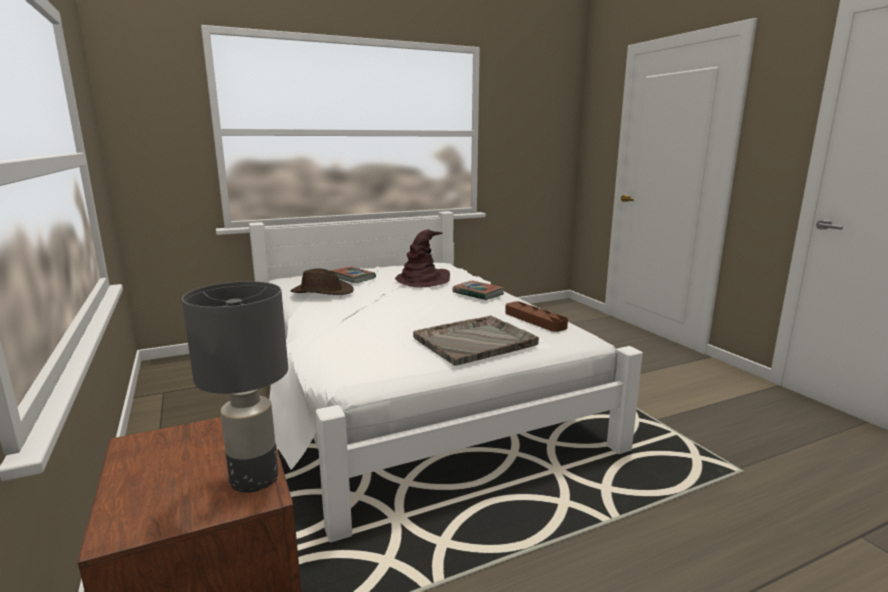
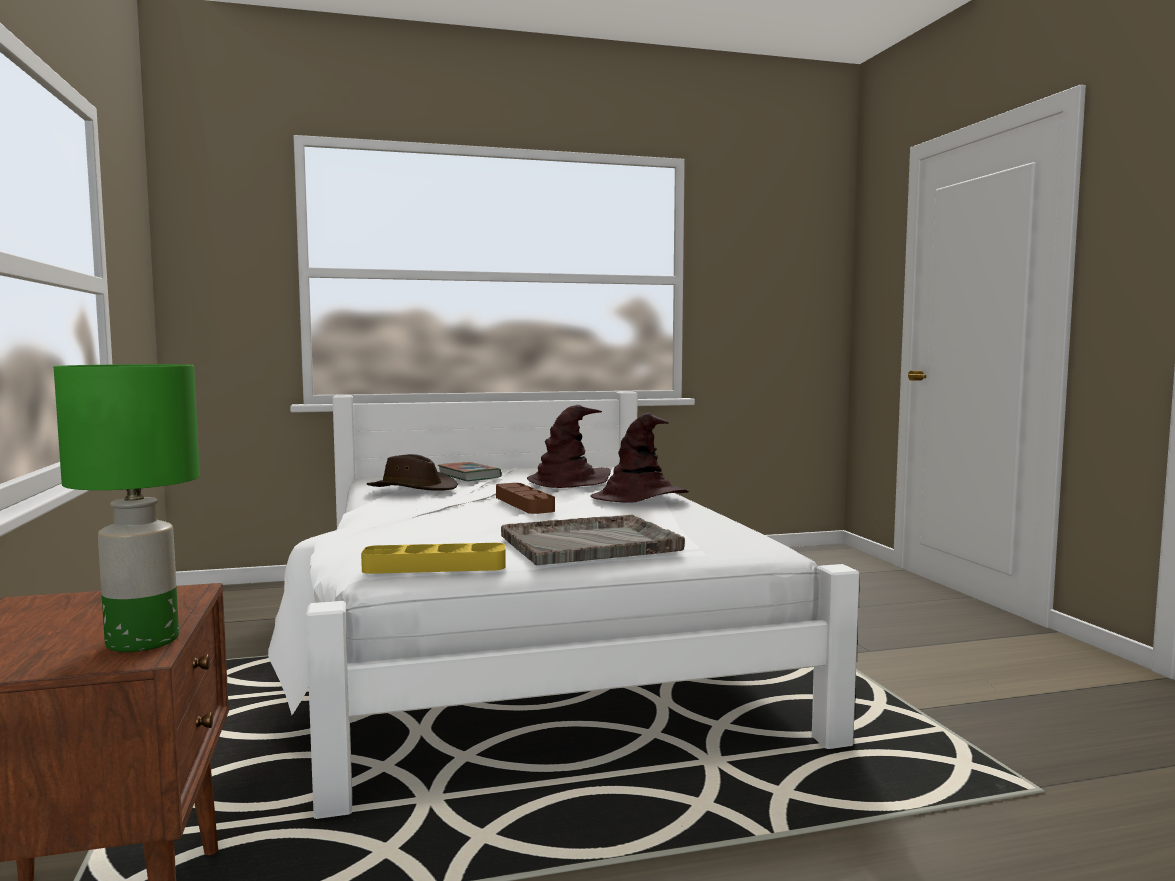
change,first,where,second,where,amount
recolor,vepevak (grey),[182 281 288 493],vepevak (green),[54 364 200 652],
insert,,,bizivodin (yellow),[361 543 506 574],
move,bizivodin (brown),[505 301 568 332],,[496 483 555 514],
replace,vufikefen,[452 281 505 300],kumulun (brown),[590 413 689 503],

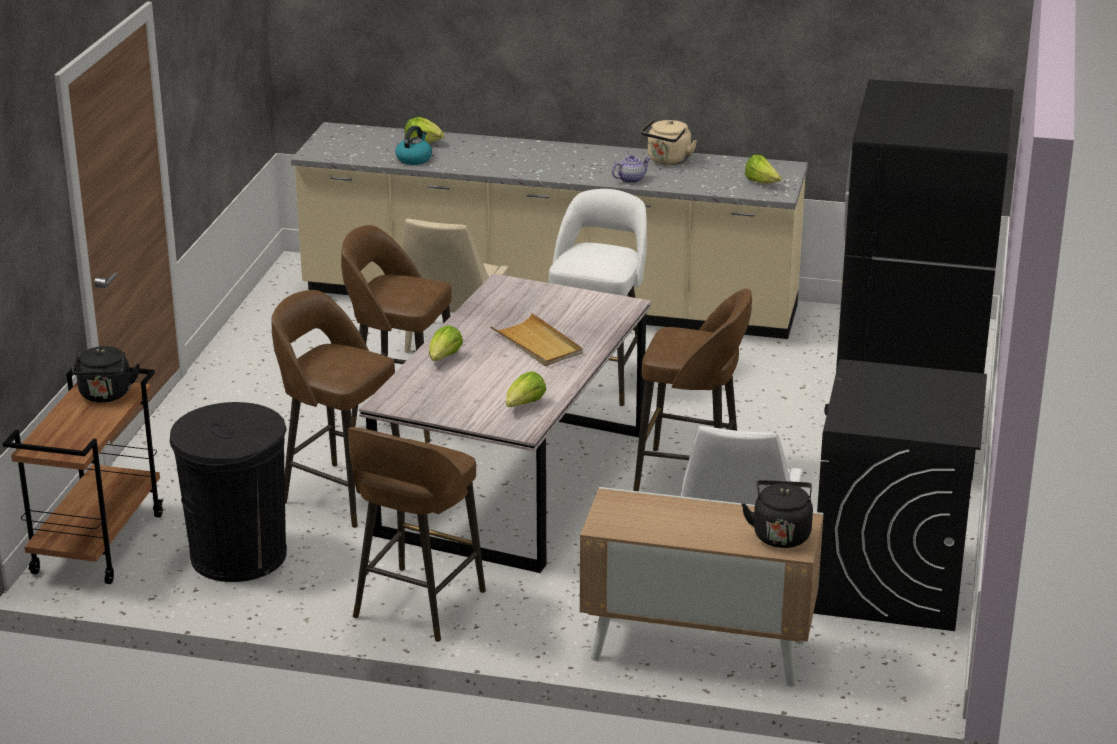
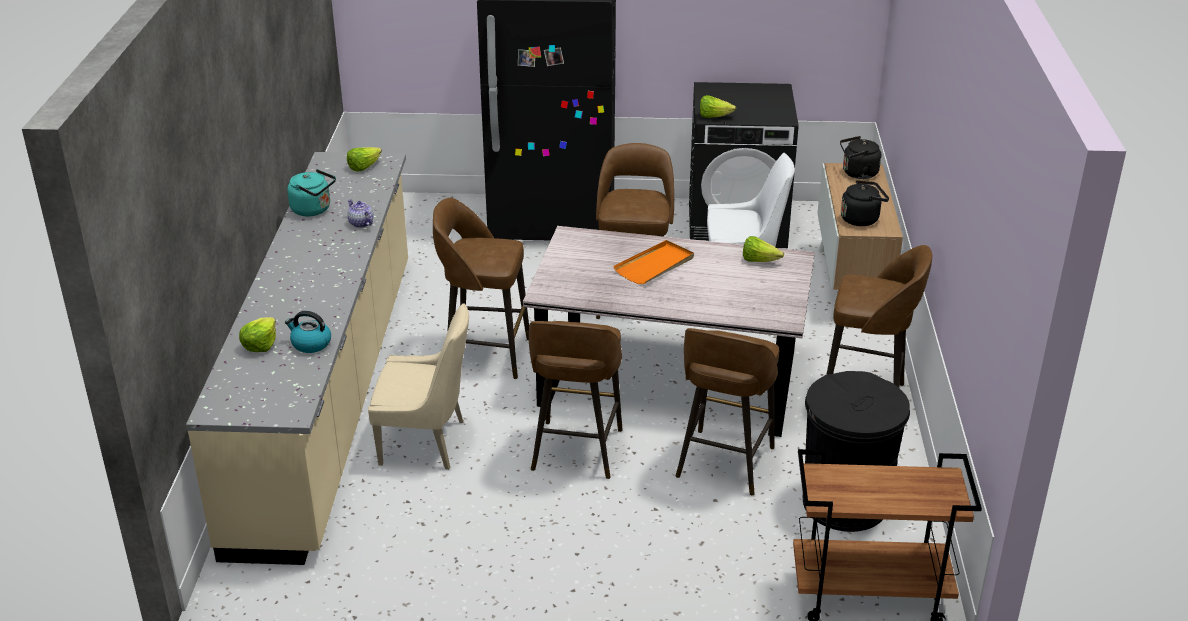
change,first,where,second,where,amount
recolor,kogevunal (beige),[641 119 697 165],kogevunal (turquoise),[287 169 336 216],
recolor,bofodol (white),[549 189 647 406],bofodol (brown),[433 198 529 379],
recolor,bizivodin (beige),[490 313 583 366],bizivodin (orange),[614 240 694 284],
move,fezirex,[429 325 463 361],,[700 95 736 118],
move,kogevunal (black),[72 346 140 402],,[841 180 889 226],

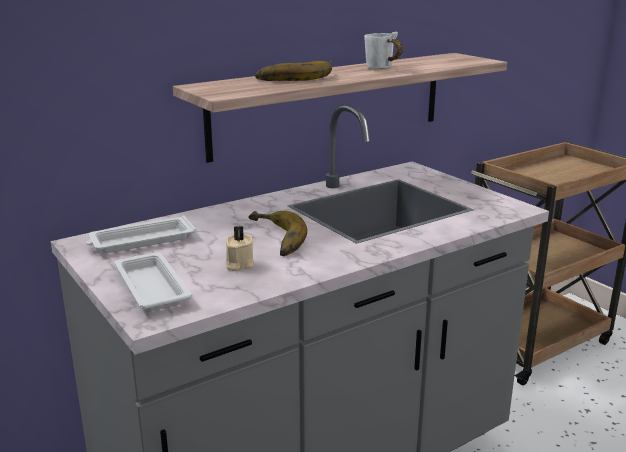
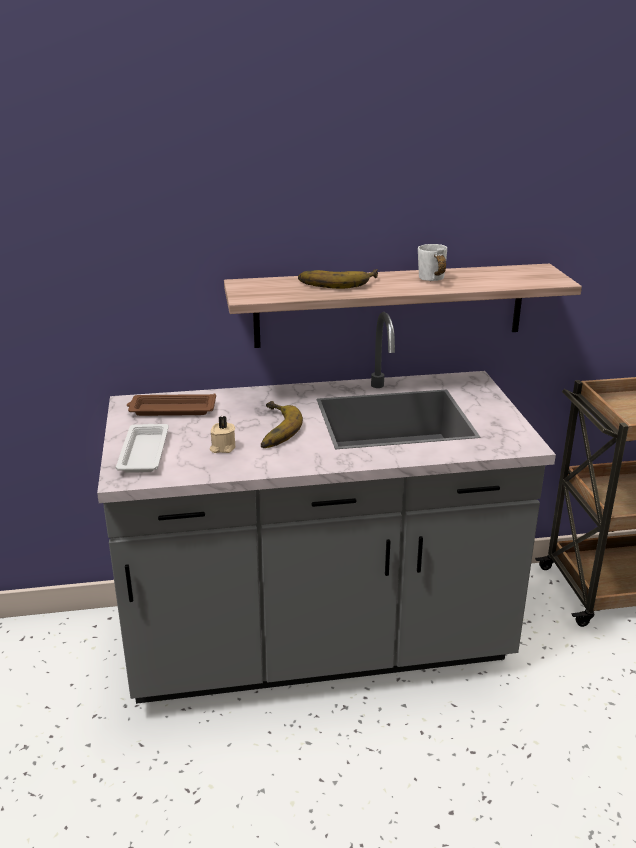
change,first,where,second,where,amount
recolor,bizivodin (white),[86 216 196 253],bizivodin (brown),[127 393 216 416],

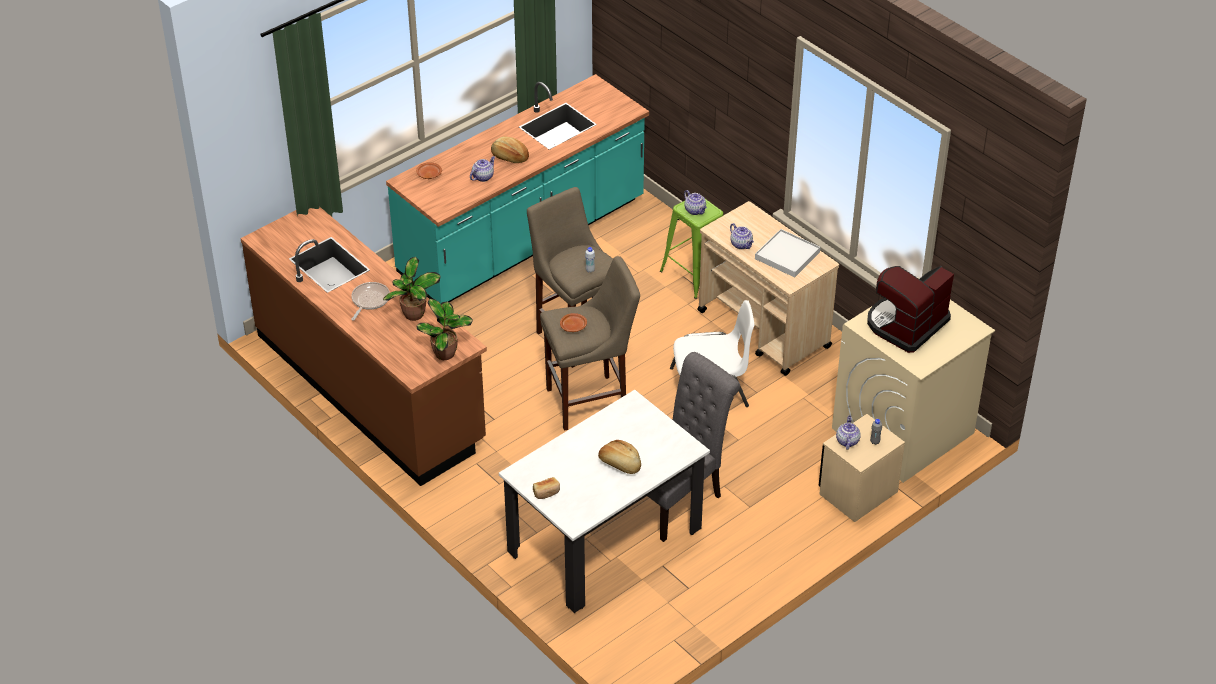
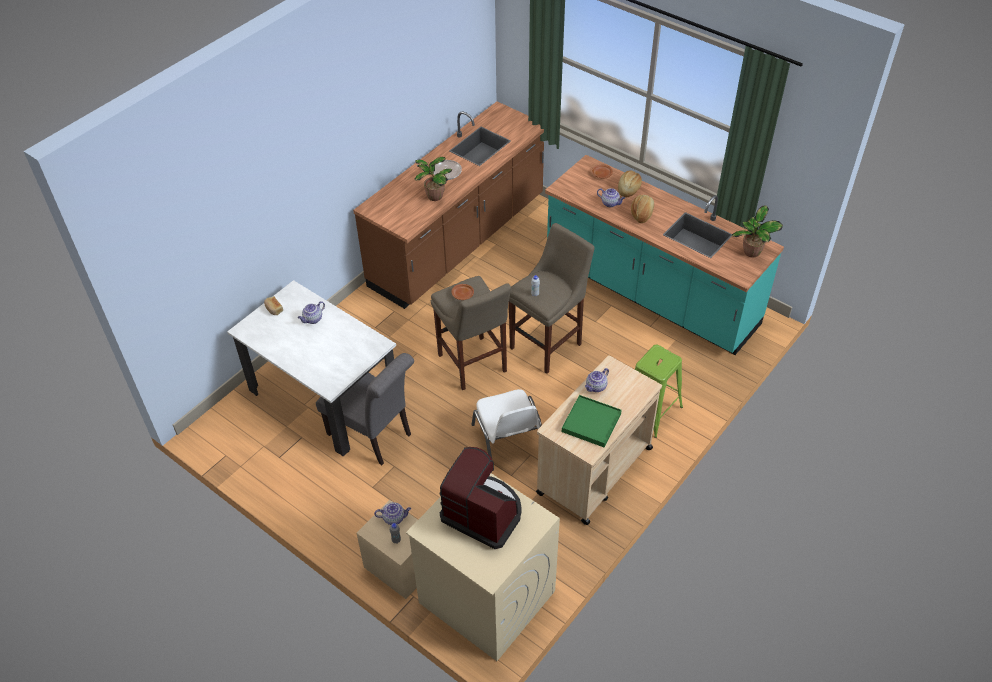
change,first,where,second,where,amount
move,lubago,[684 190 707 215],,[298 301 325 324],
recolor,bizivodin (white),[755 229 820 277],bizivodin (green),[562 395 622 448],
move,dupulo,[598 440 641 474],,[618 171 642 197],
move,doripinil,[416 299 473 360],,[732 206 783 258],

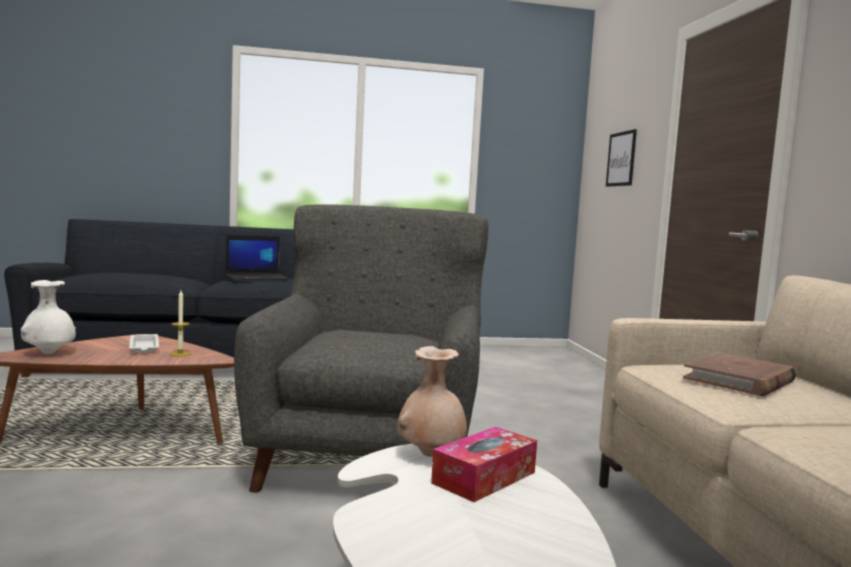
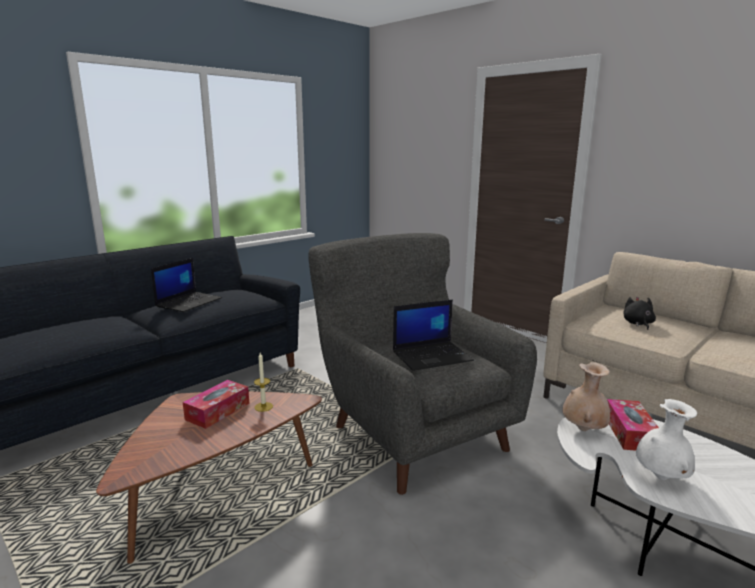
change,first,where,second,where,amount
replace,bizivodin (white),[129 334 159 353],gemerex,[183 380 249 429],
insert,,,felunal,[393 300 474 371],
replace,vufikefen (brown),[683 352 797 396],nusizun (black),[623 297 656 330],
move,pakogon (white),[21 280 76 354],,[636 399 697 480],
delete,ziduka,[606 129 637 187],,,

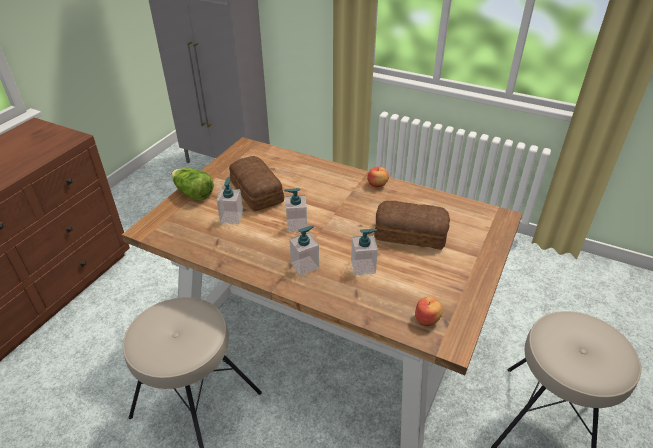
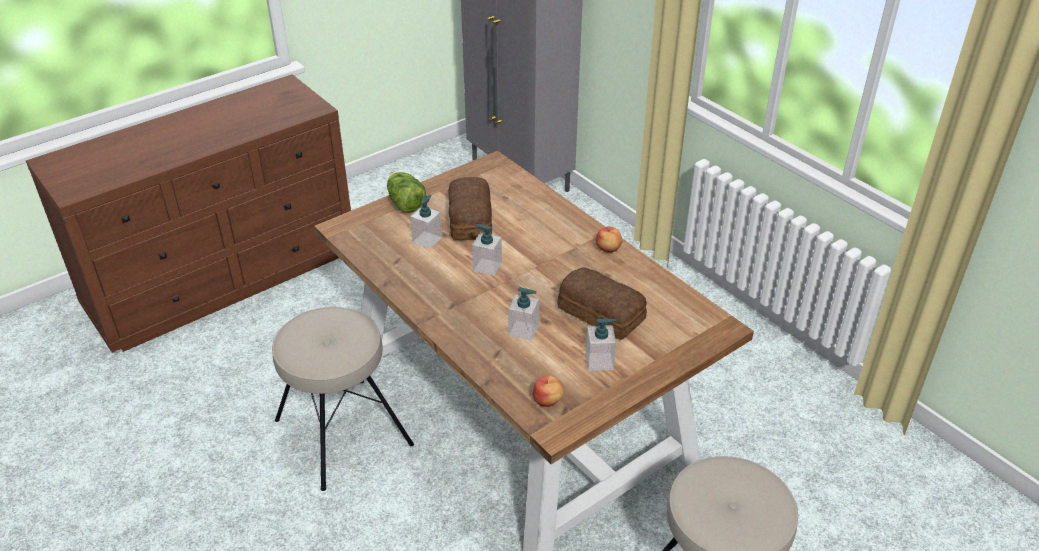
change,first,where,second,where,amount
move,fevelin,[289 225 319 276],,[586 319 616 371],

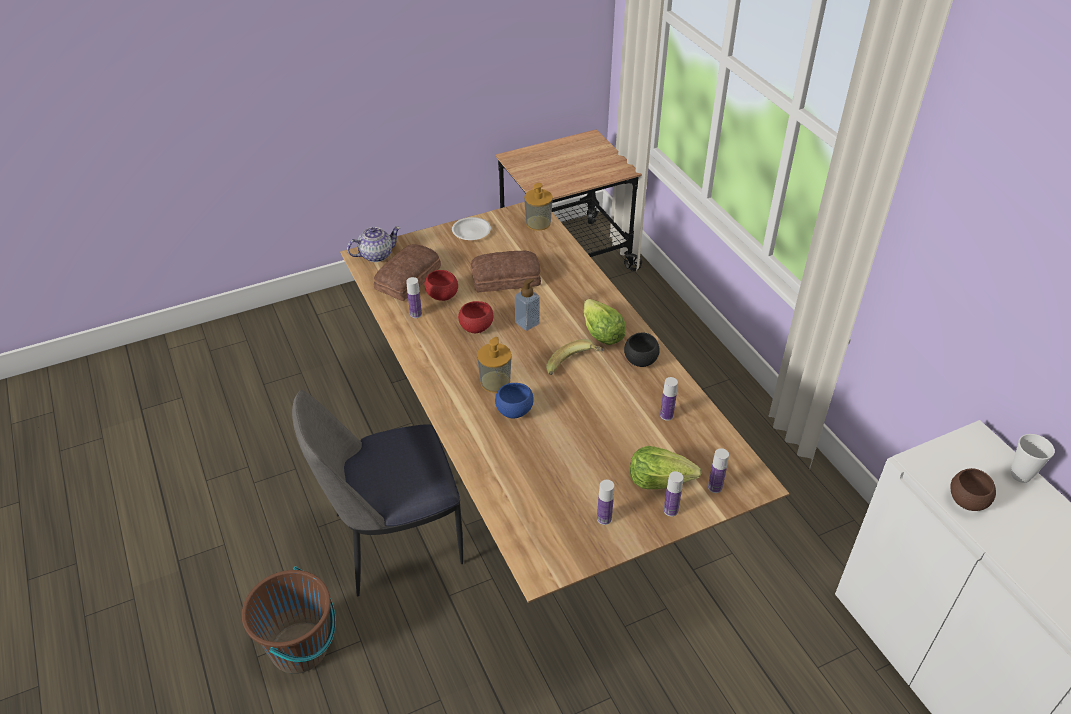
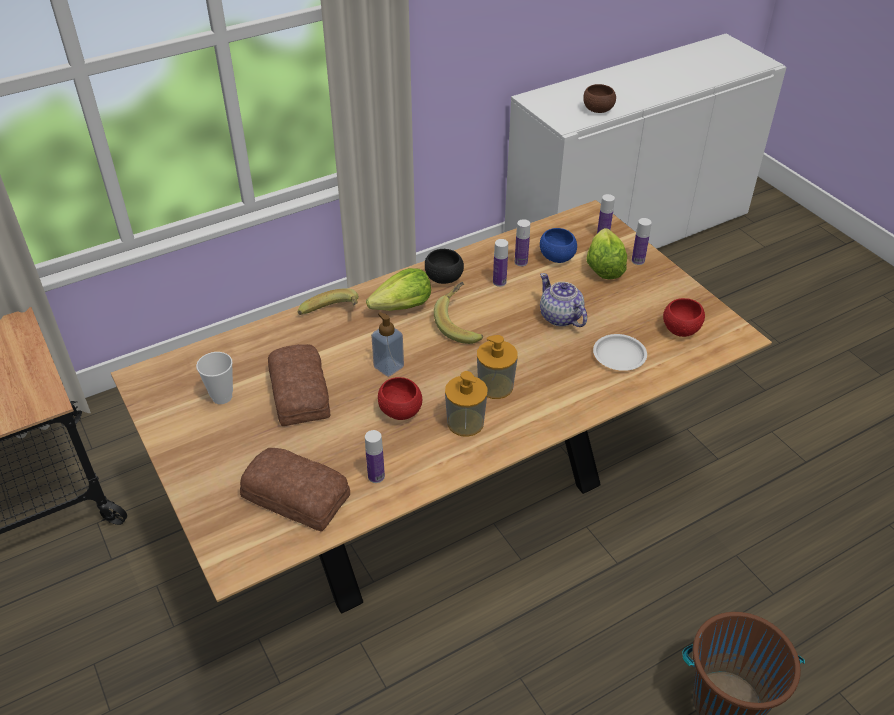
change,first,where,second,where,amount
move,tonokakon,[1011 434 1055 483],,[196 352 233 404],
insert,,,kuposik,[298 288 359 315],
move,fevelin,[524 183 553 231],,[445 371 488 437],
move,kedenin,[597 480 614 525],,[493 239 508 287],
move,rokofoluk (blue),[495 383 534 418],,[540 228 577 263],
move,lubago,[347 226 401 262],,[540 273 587 327],
move,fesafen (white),[452 217 491 240],,[593 334 647 371],
move,rokofoluk (red),[425 270 458 301],,[663 298 705 337],
delete,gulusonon,[292 390 463 596],,,

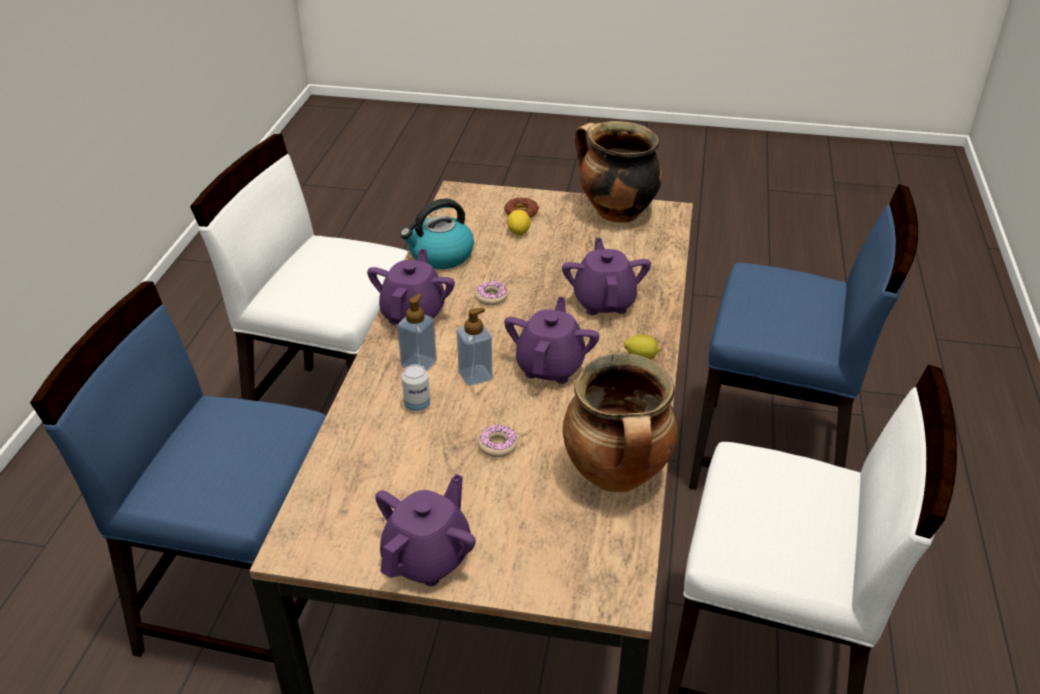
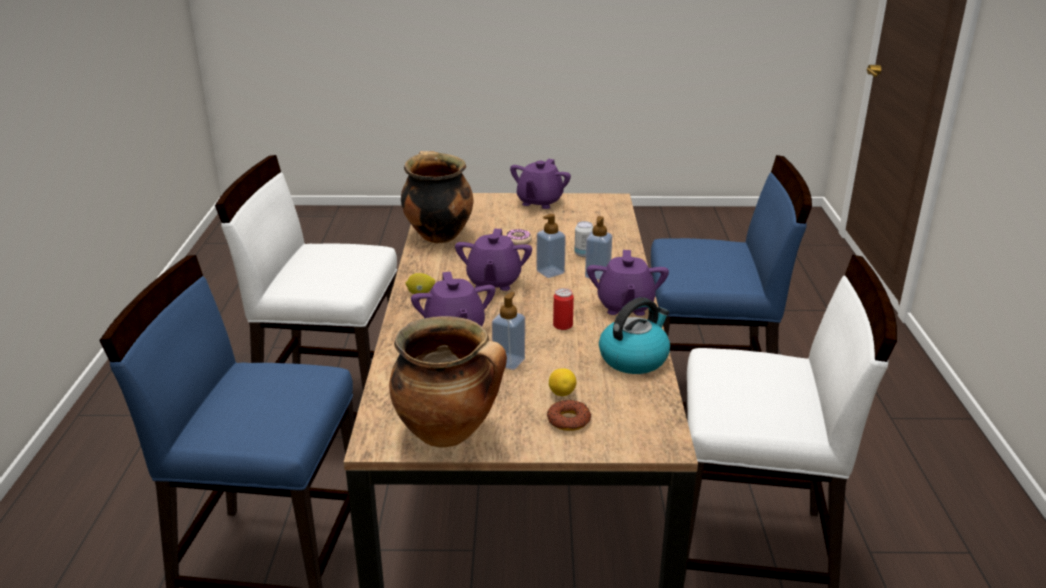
change,first,where,second,where,amount
insert,,,fevelin,[492 292 525 370],
replace,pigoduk,[475 281 508 305],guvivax,[553 288 574 330],

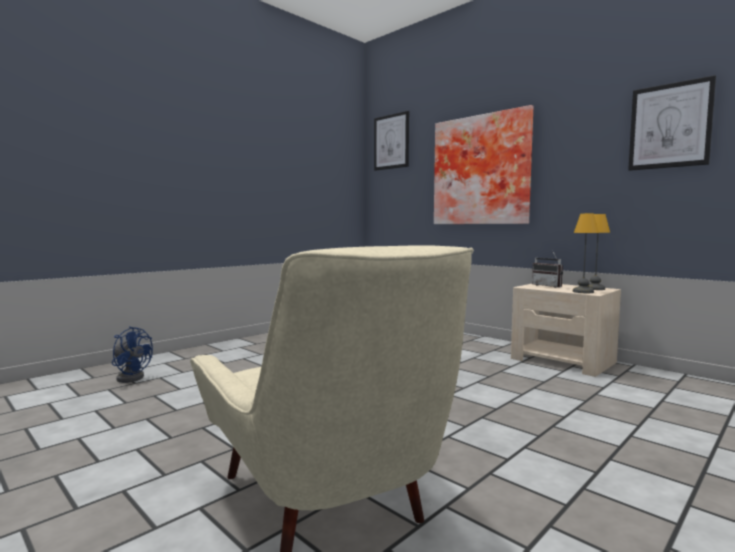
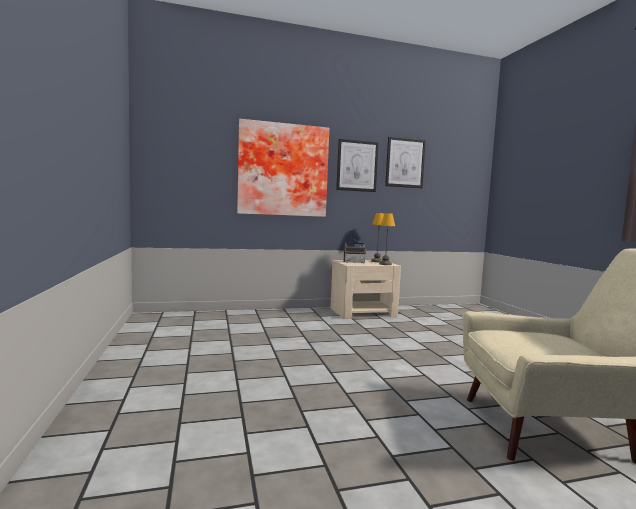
change,first,where,second,where,amount
move,ziduka,[374 111 409 171],,[336 139 379 192],
delete,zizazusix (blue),[112 326 153 383],,,

